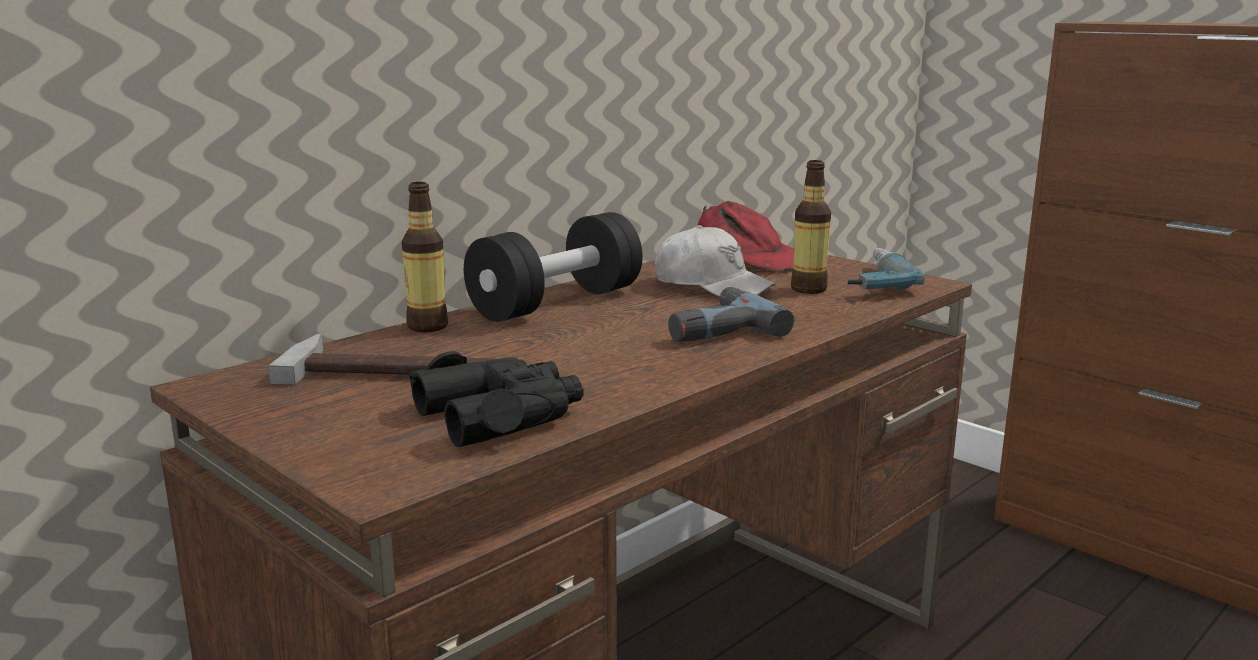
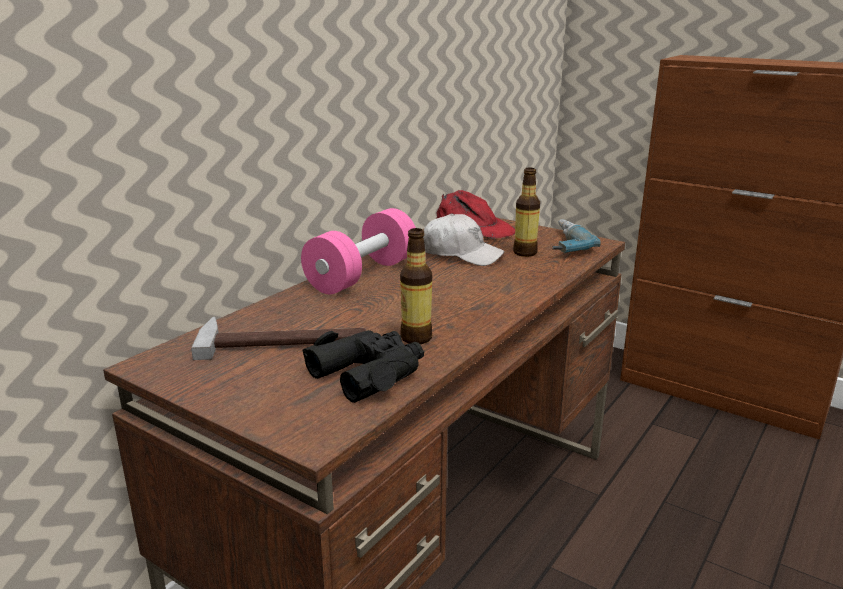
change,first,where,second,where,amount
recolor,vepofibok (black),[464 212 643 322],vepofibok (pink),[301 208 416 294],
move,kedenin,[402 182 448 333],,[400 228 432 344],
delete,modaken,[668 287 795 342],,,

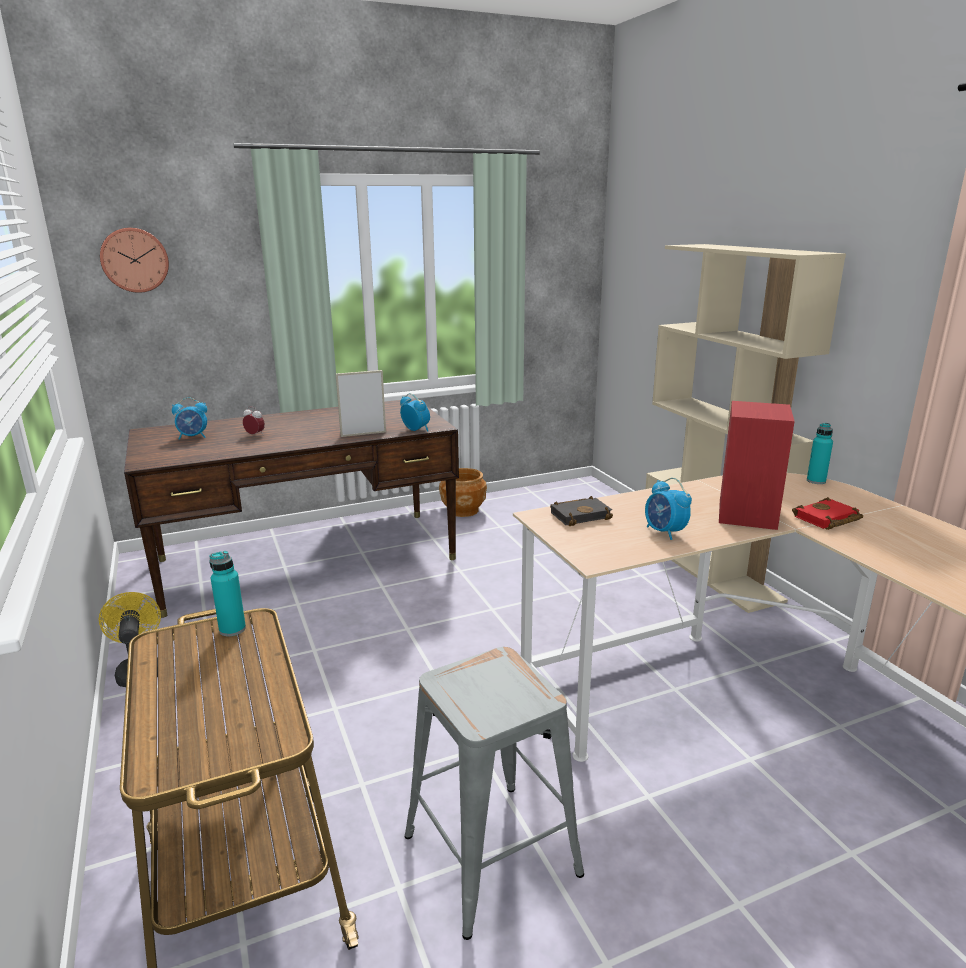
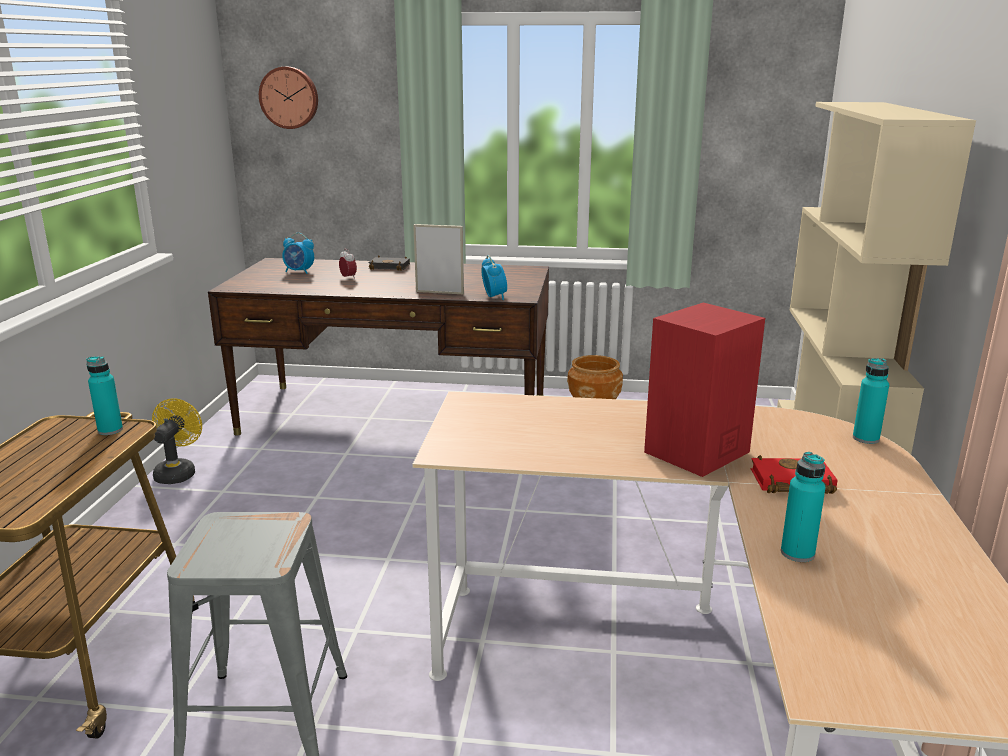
change,first,where,second,where,amount
move,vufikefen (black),[550 496 613 526],,[368 255 410 271],
insert,,,kedenin (turquoise),[781 452 826 562],
delete,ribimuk,[645 478 692 540],,,

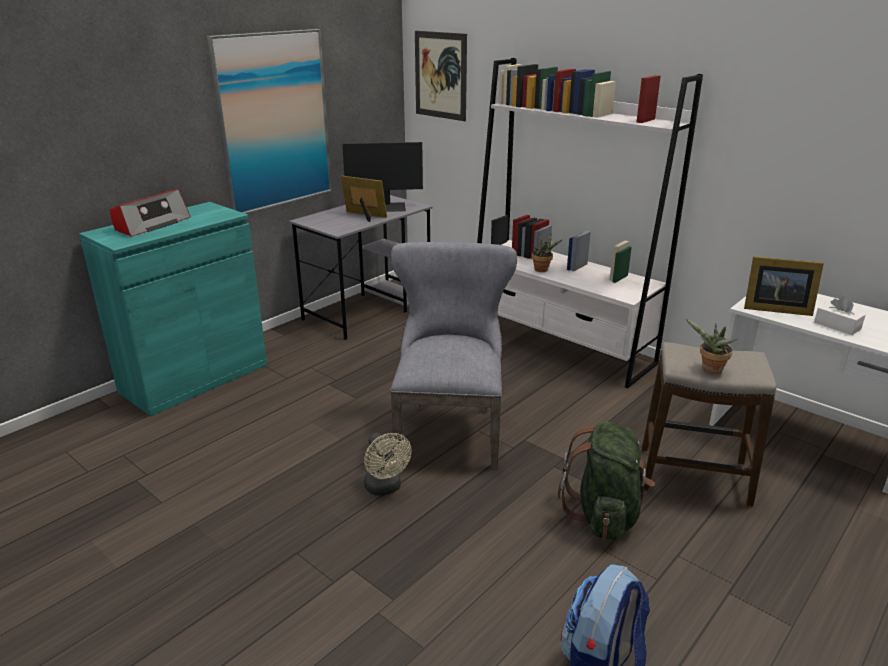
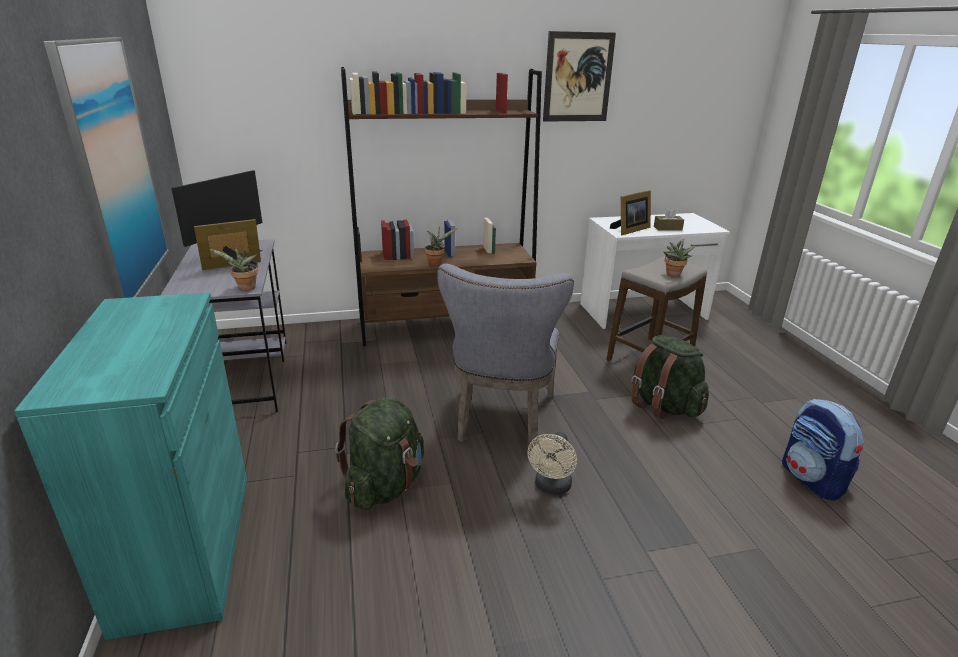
change,first,where,second,where,amount
insert,,,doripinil,[209 246 258 291],
insert,,,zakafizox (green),[335 398 424 509],
recolor,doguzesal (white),[477 58 703 388],doguzesal (brown),[341 67 542 346],
rotate,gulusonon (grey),[390 242 517 470],,[437 264 574 451],120 degrees counterclockwise
rotate,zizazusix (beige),[364 433 412 496],,[527 432 577 495],105 degrees clockwise
move,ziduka,[415 31 467 121],,[543 31 616 122],
recolor,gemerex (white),[814 296 865 335],gemerex (brown),[654 208 684 230],
delete,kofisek,[109 189 191 237],,,

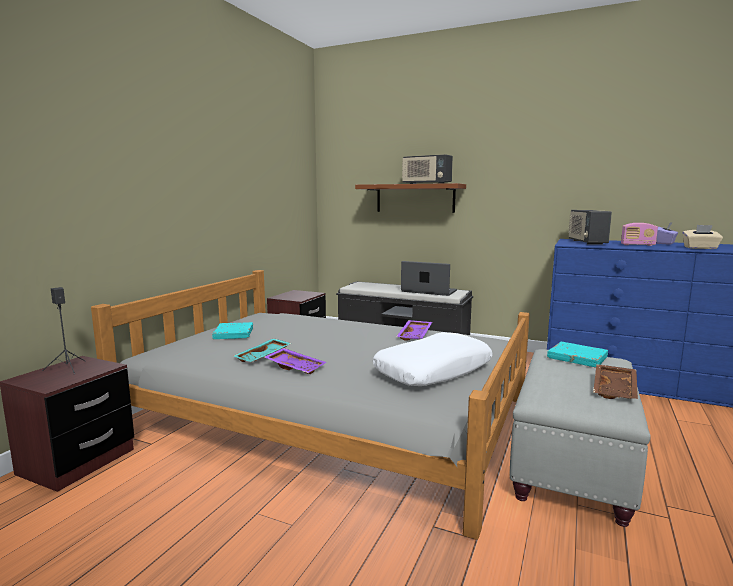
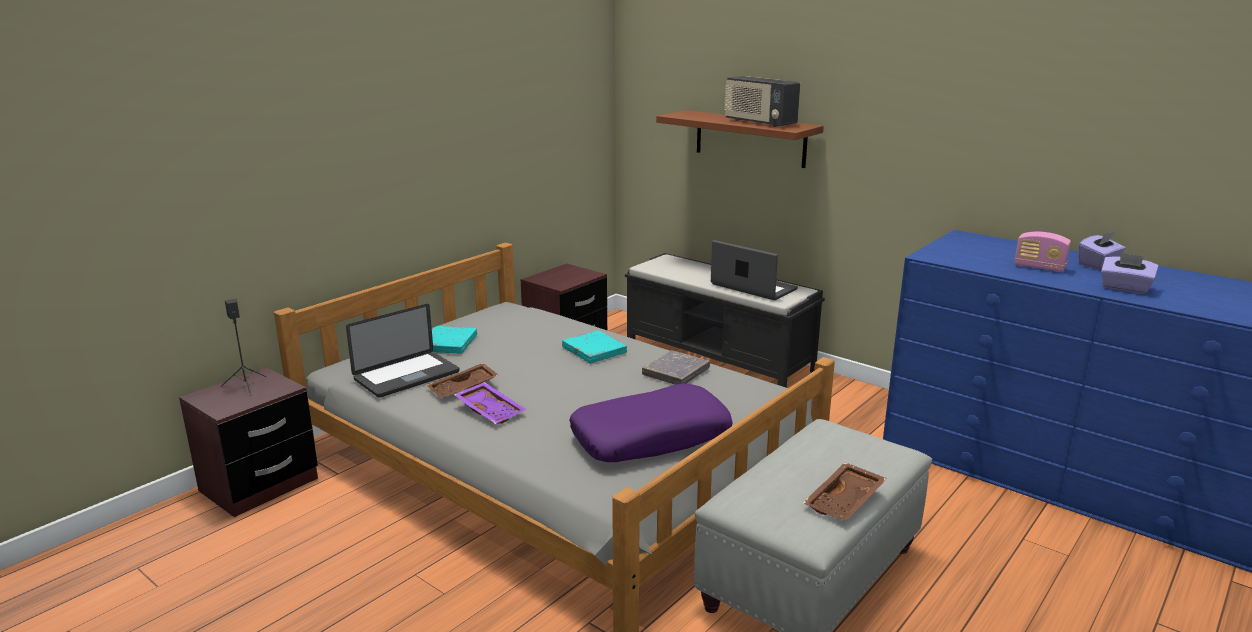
change,first,where,second,where,amount
insert,,,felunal,[346 304 460 398],
recolor,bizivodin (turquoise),[234 338 292 362],bizivodin (brown),[427 363 498 398],
move,vufikefen (turquoise),[547 342 608 367],,[562 331 627 363],
recolor,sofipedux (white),[373 332 493 386],sofipedux (purple),[569 383 733 462],
replace,bizivodin (purple),[396 320 432 341],vufikefen (grey),[642 350 710 385],
recolor,gemerex (beige),[683 225 723 249],gemerex (purple),[1101 252 1158 294],
delete,kofisek,[568 210 612 245],,,

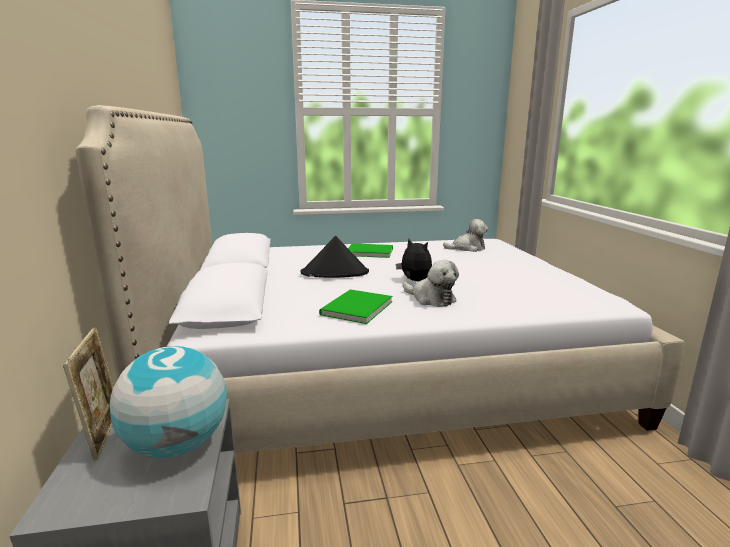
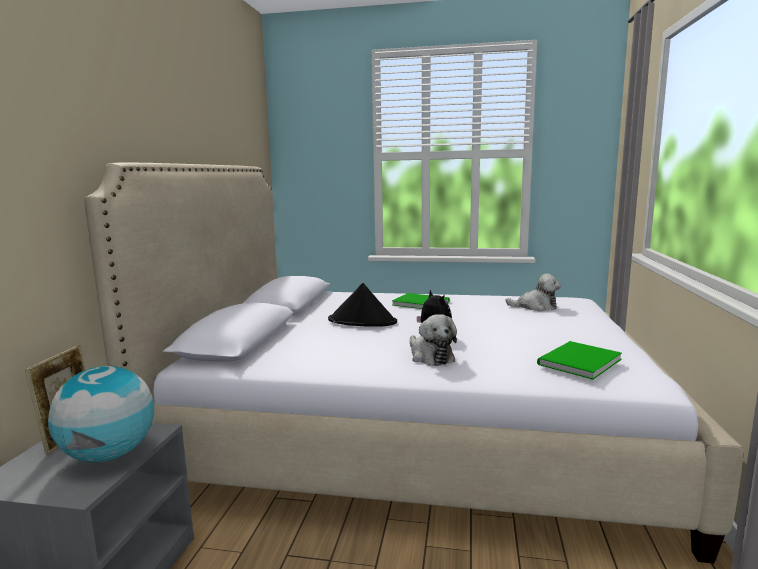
change,first,where,second,where,amount
move,vufikefen (green),[319 289 392 324],,[537 341 622 380],

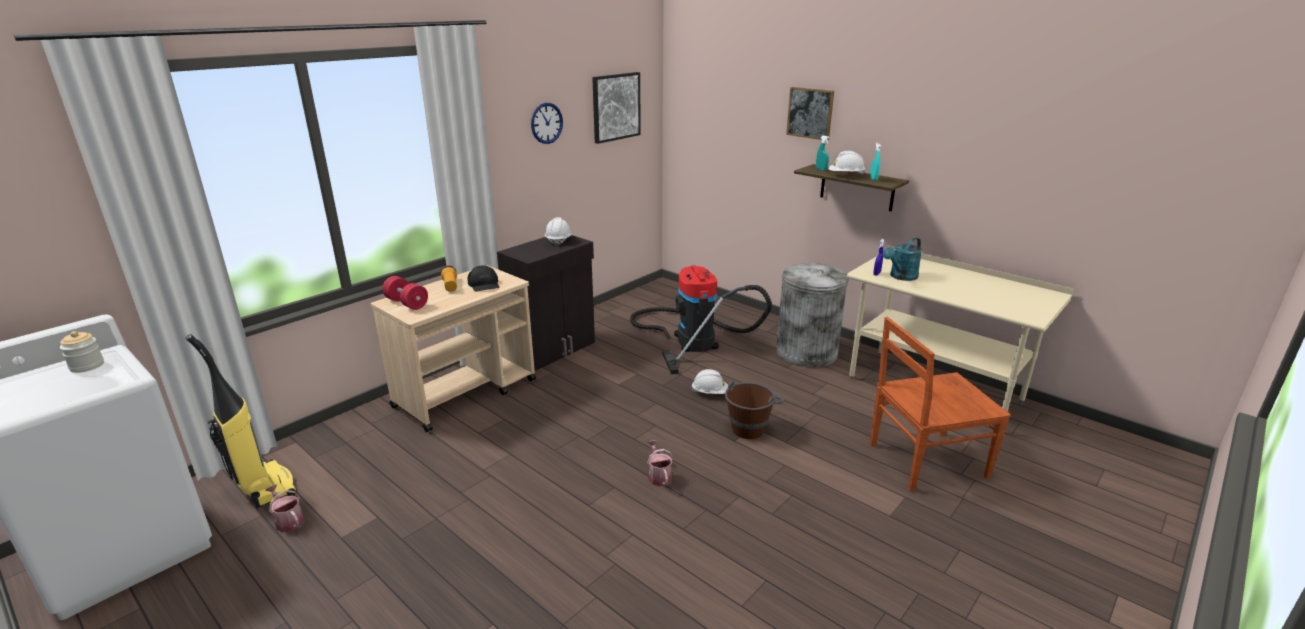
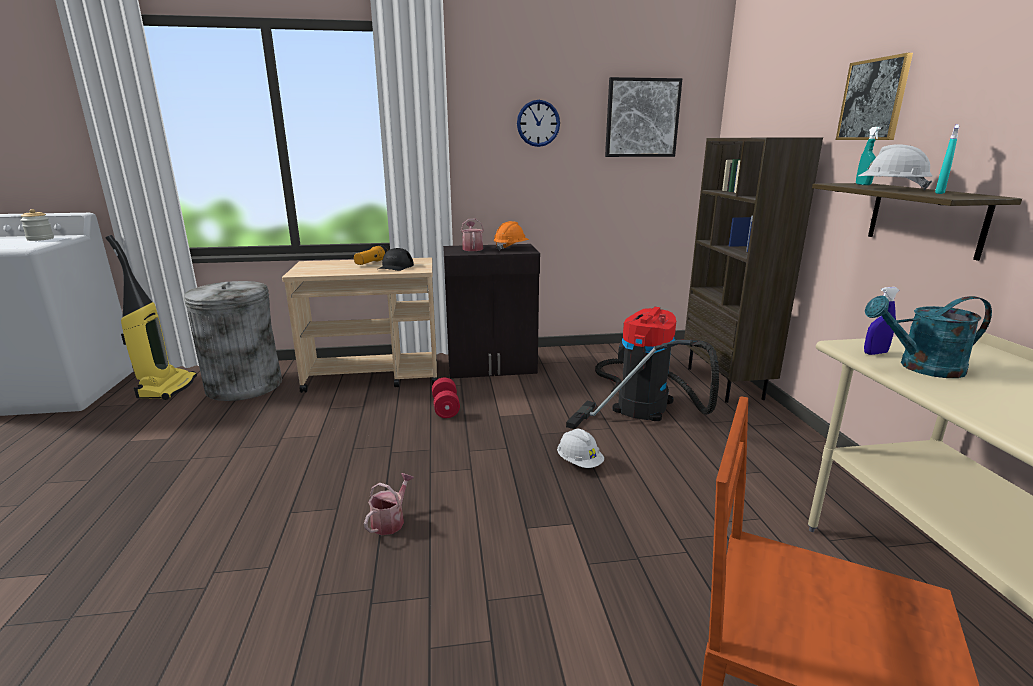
change,first,where,second,where,amount
move,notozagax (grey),[776 263 849 368],,[184 281 282 401],
move,vepofibok (red),[382 276 428 310],,[432 378 460 418],
move,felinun,[265 484 304 532],,[461 219 484 251],
recolor,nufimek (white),[545 217 572 246],nufimek (orange),[494 221 529 251],
insert,,,doguzesal (brown),[684 138 823 403],
delete,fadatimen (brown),[725 381 784 439],,,

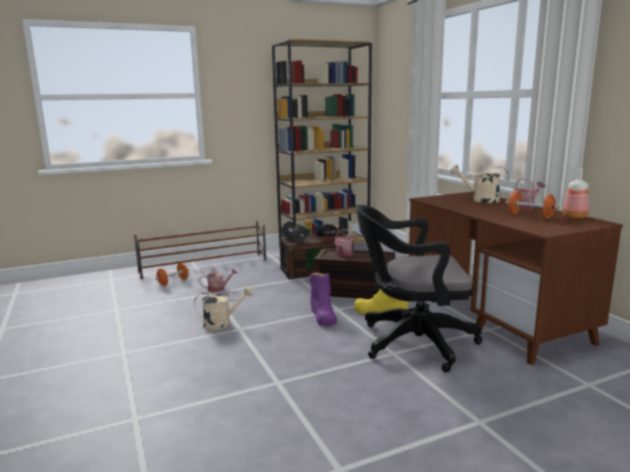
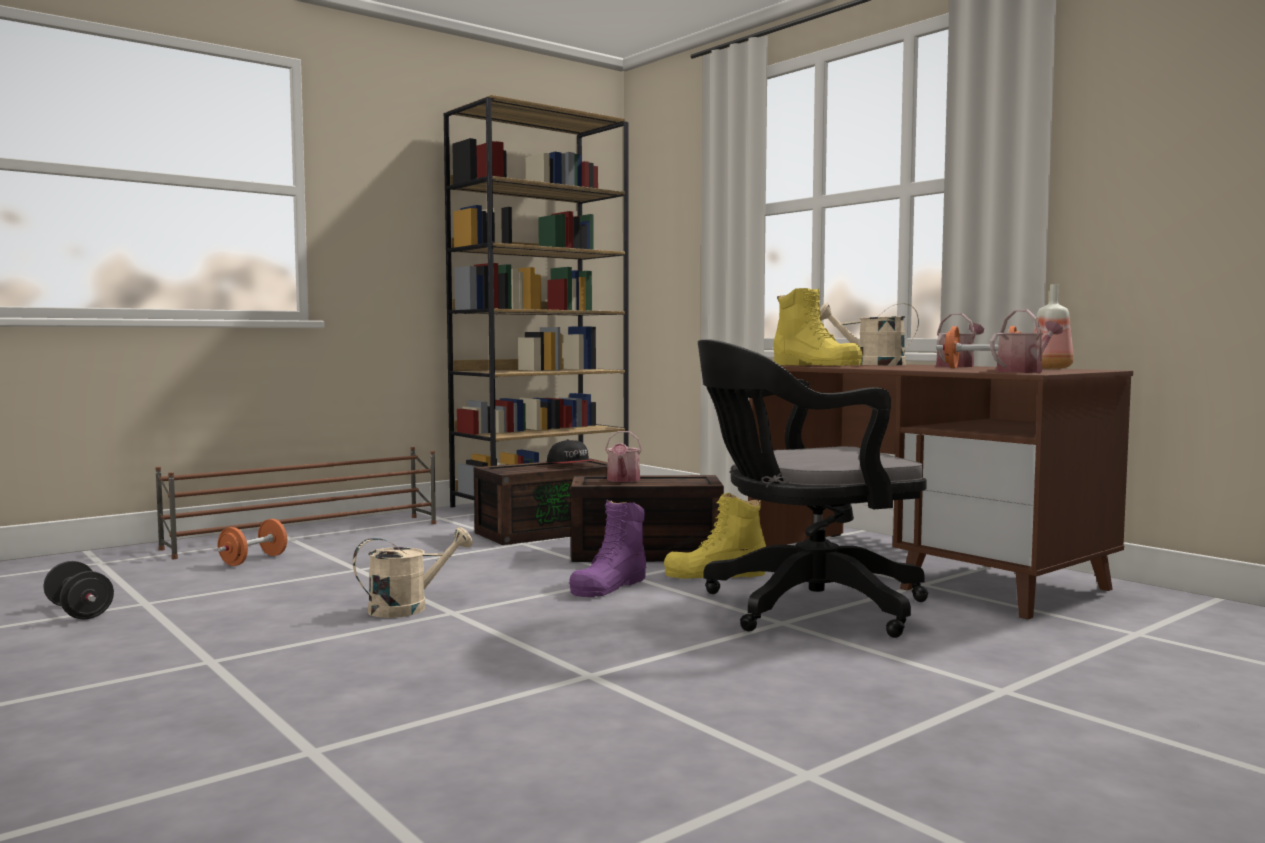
change,first,where,second,where,amount
move,vepofibok (black),[281 221 308 243],,[43 561 114 619],
rotate,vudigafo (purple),[309 272 337 326],,[569 500 647 597],60 degrees clockwise
insert,,,vudigafo (yellow),[774 288 863 366],
move,felinun,[199 265 238 292],,[990 309 1063 373],

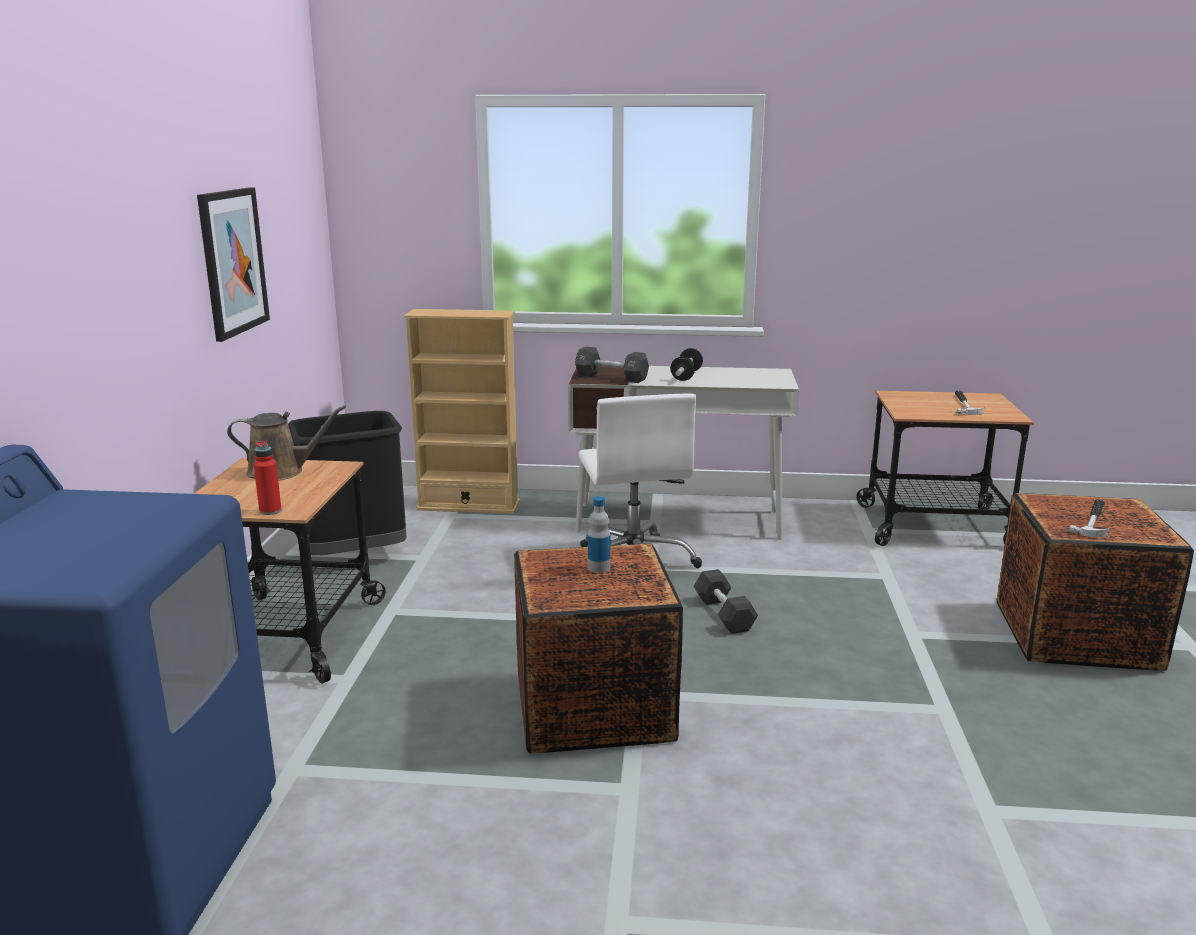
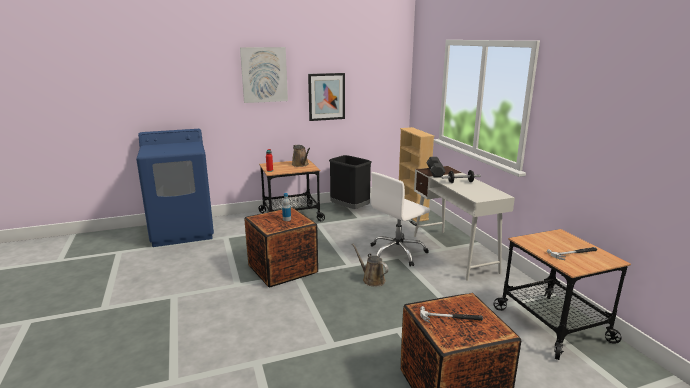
change,first,where,second,where,amount
insert,,,ziduka,[240 47 288 103],
replace,vepofibok (black),[693 569 758 634],felinun (brown),[352 244 389 287],

